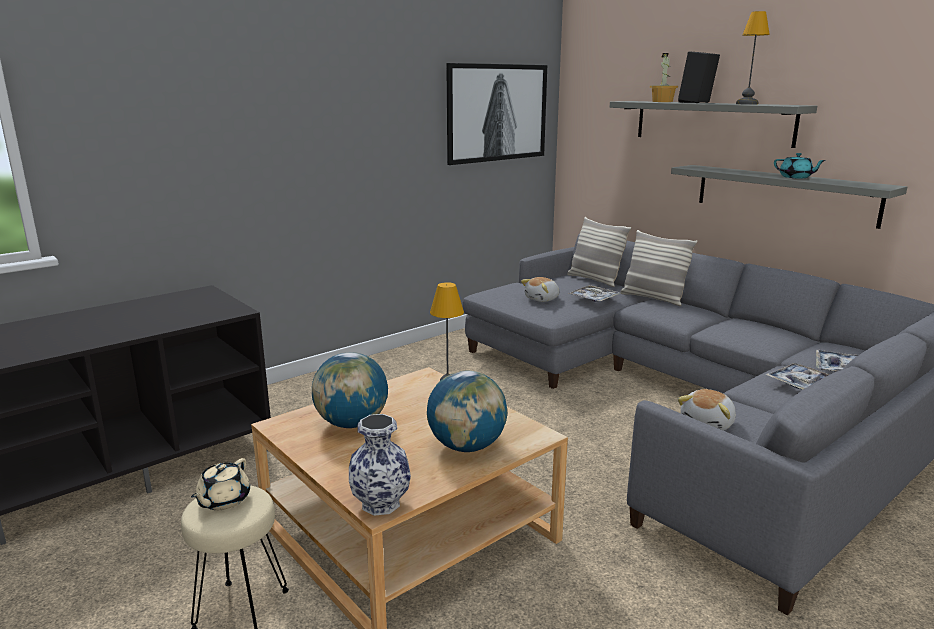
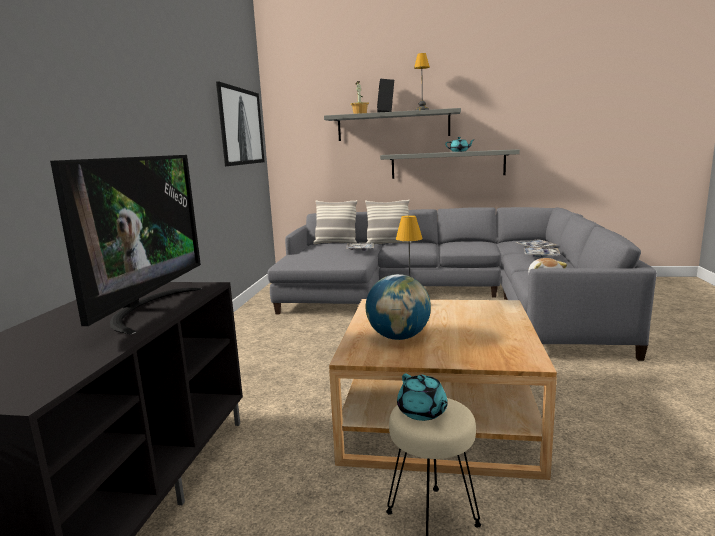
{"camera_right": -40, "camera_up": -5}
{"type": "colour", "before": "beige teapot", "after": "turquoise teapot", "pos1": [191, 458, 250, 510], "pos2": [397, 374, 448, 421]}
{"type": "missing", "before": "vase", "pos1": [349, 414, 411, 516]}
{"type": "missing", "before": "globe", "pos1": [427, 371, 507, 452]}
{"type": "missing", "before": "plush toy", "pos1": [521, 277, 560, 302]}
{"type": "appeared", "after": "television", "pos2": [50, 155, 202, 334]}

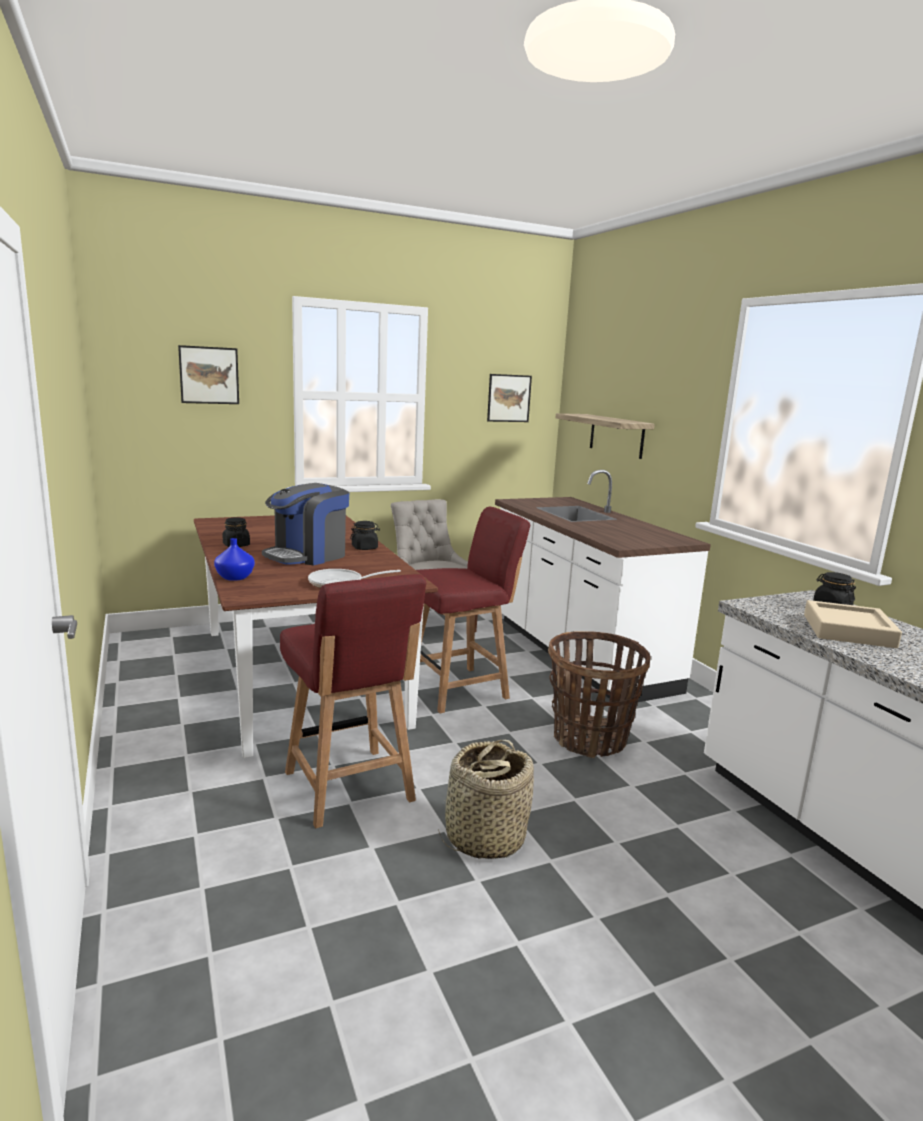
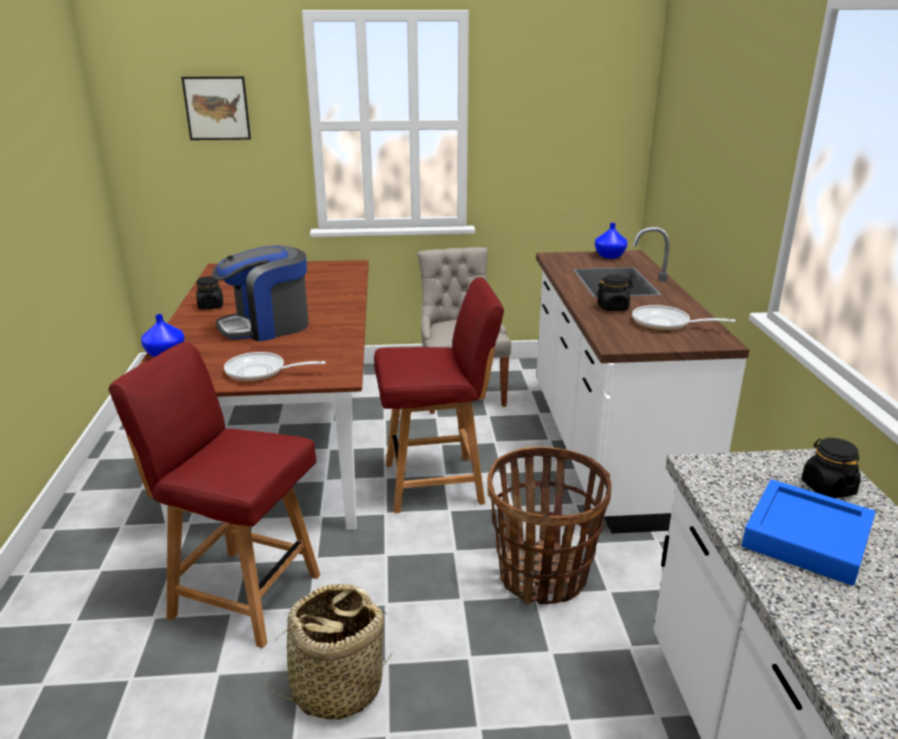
{"camera_right": 20, "camera_up": 10}
{"type": "spun", "before": "red chair", "pos1": [280, 574, 426, 828], "pos2": [108, 342, 320, 648], "turn": 120}
{"type": "relocated", "before": "black jar", "pos1": [350, 521, 380, 550], "pos2": [596, 274, 633, 311]}
{"type": "missing", "before": "picture", "pos1": [487, 374, 532, 422]}
{"type": "missing", "before": "shelf", "pos1": [555, 413, 655, 459]}
{"type": "colour", "before": "beige tray", "after": "blue tray", "pos1": [804, 600, 902, 648], "pos2": [742, 480, 875, 586]}
{"type": "appeared", "after": "blue vase", "pos2": [595, 223, 627, 259]}
{"type": "appeared", "after": "frying pan", "pos2": [632, 305, 735, 331]}

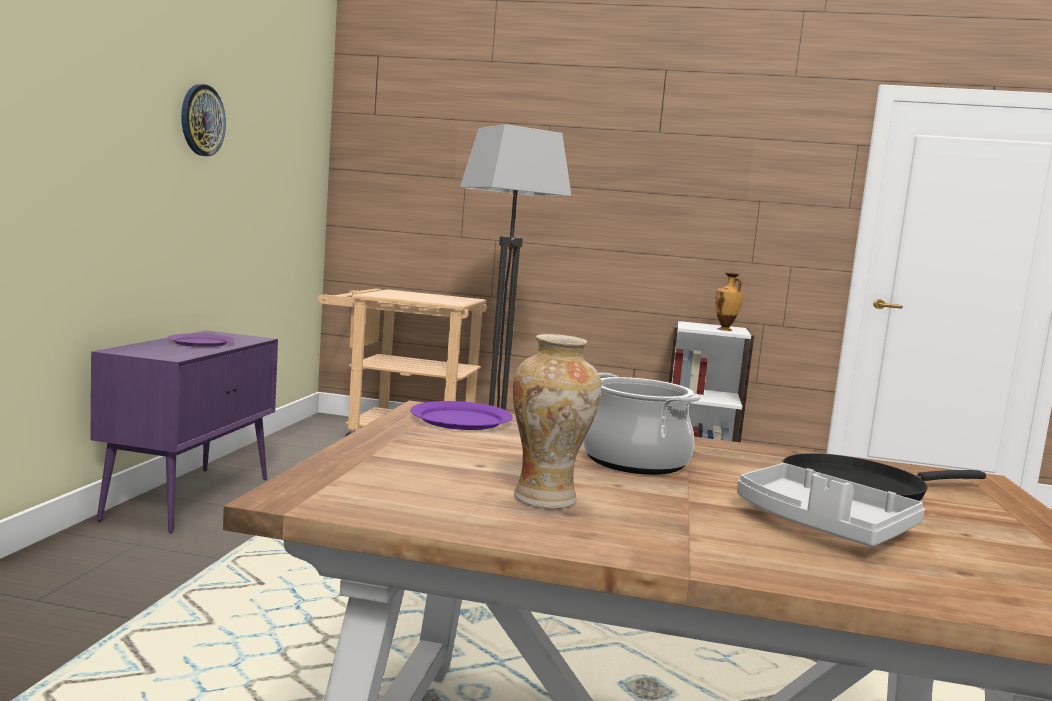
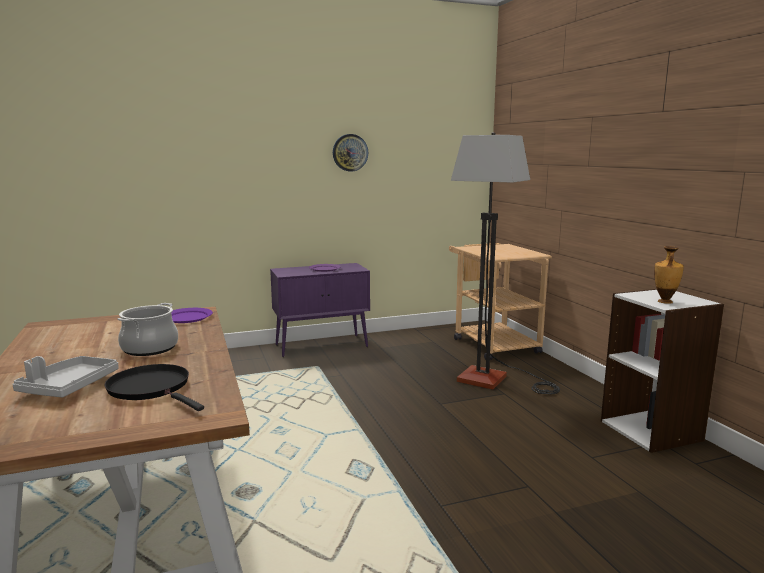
{"camera_right": 60, "camera_up": 5}
{"type": "missing", "before": "vase", "pos1": [513, 334, 602, 509]}

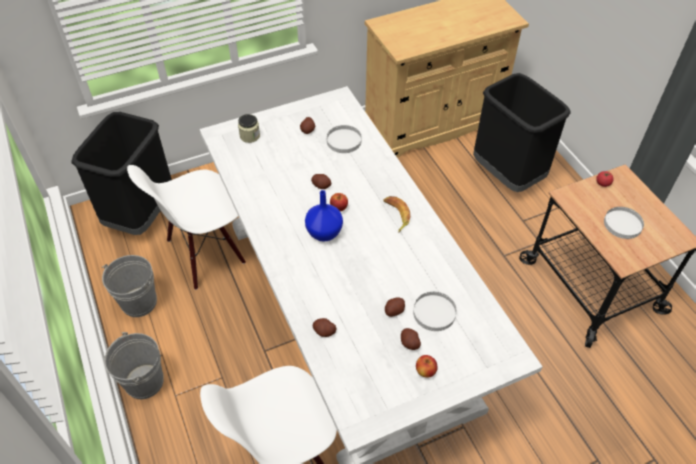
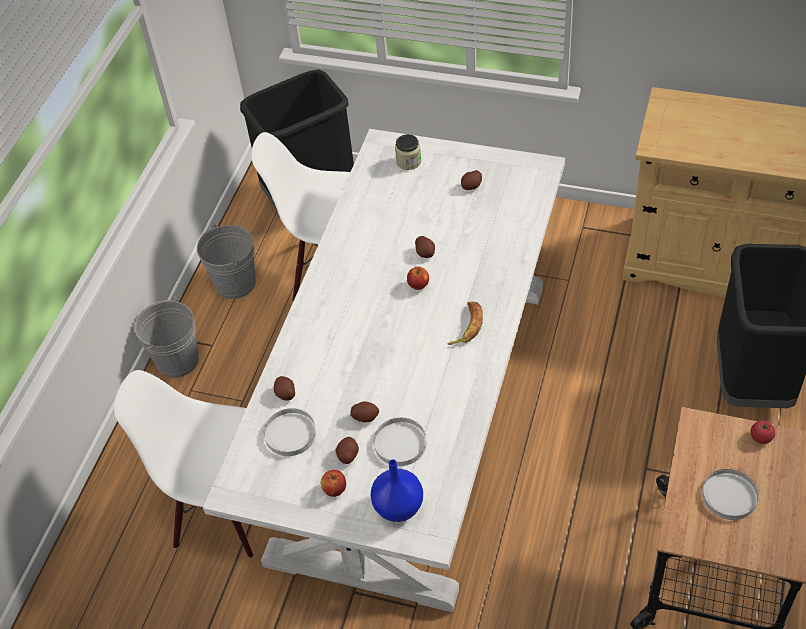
{"camera_right": 45, "camera_up": 0}
{"type": "relocated", "before": "blue vase", "pos1": [305, 190, 343, 241], "pos2": [370, 459, 423, 522]}
{"type": "relocated", "before": "white plate", "pos1": [327, 125, 362, 153], "pos2": [264, 408, 316, 456]}

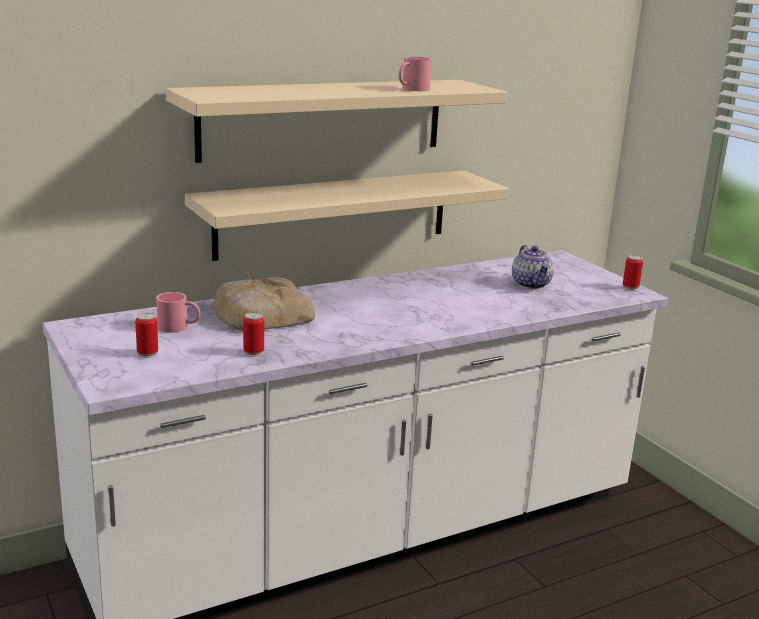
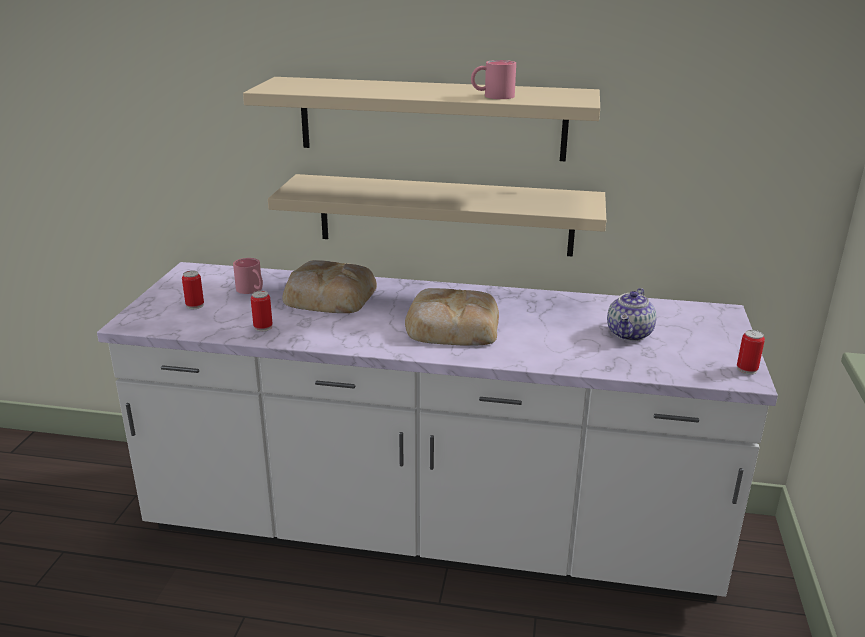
{"camera_right": 40, "camera_up": 5}
{"type": "appeared", "after": "bread", "pos2": [405, 288, 499, 346]}

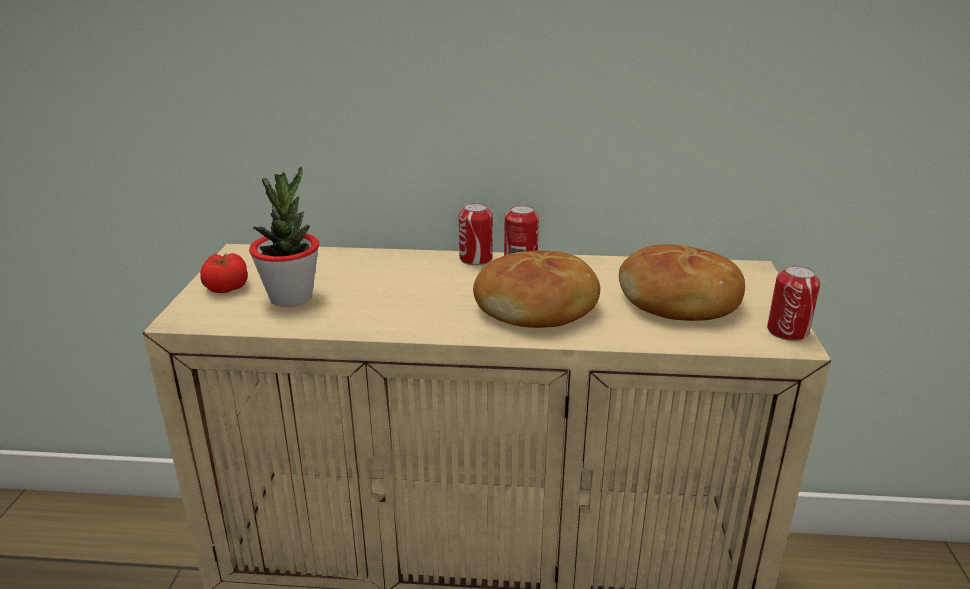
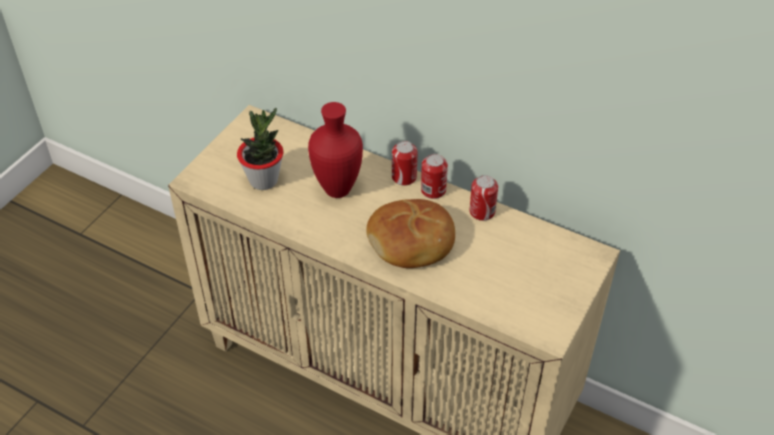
{"camera_right": 25, "camera_up": 20}
{"type": "missing", "before": "tomato", "pos1": [200, 253, 248, 293]}
{"type": "missing", "before": "bread", "pos1": [619, 244, 745, 321]}
{"type": "relocated", "before": "can", "pos1": [767, 265, 820, 341], "pos2": [470, 175, 498, 221]}
{"type": "appeared", "after": "red vase", "pos2": [308, 102, 363, 198]}

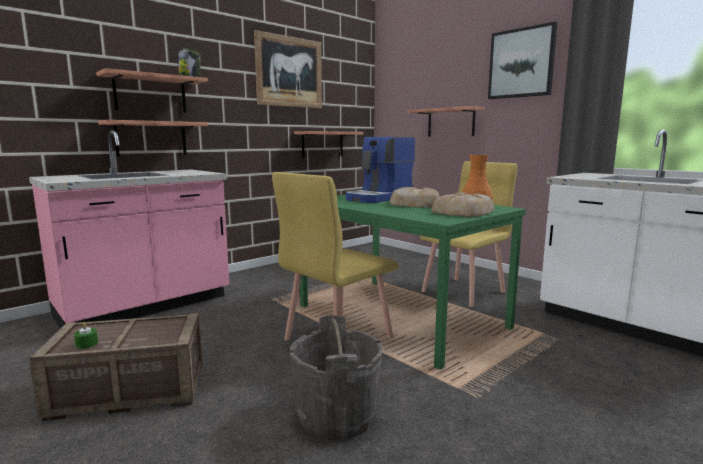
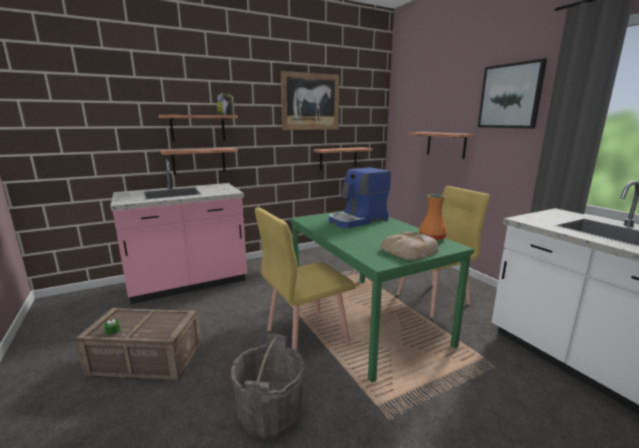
{"camera_right": 15, "camera_up": 5}
{"type": "missing", "before": "bread", "pos1": [390, 187, 440, 208]}

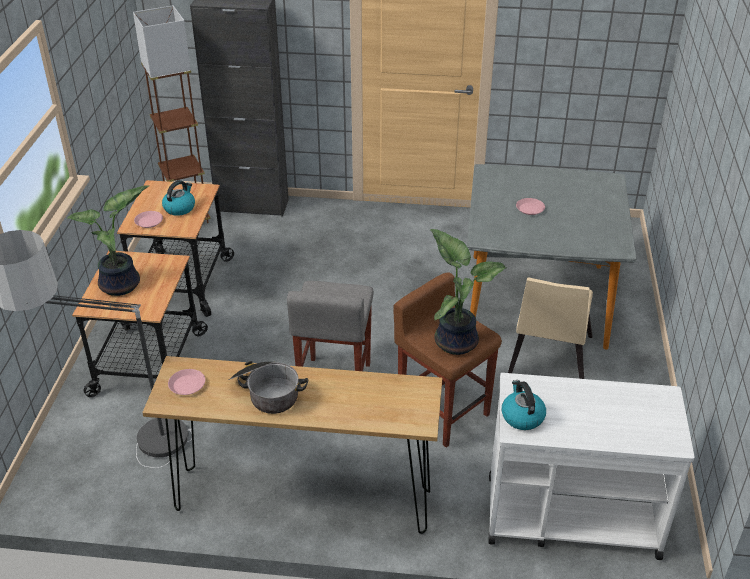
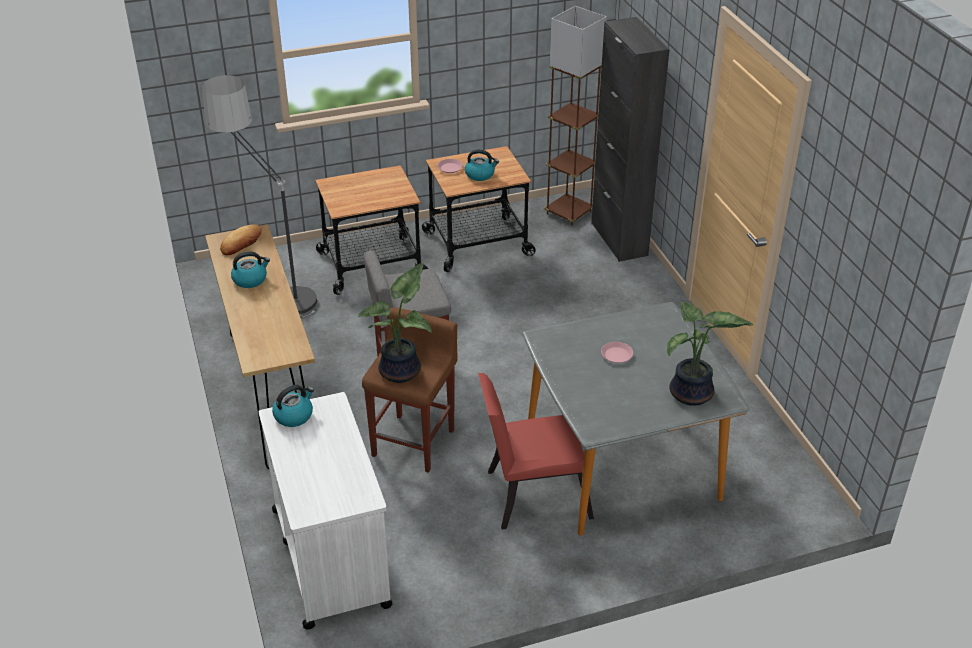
{"camera_right": 65, "camera_up": 0}
{"type": "relocated", "before": "potted plant", "pos1": [67, 185, 149, 296], "pos2": [667, 302, 753, 406]}
{"type": "exchanged", "before": "pink plate", "after": "bread", "pos1": [168, 369, 205, 395], "pos2": [220, 224, 262, 255]}
{"type": "exchanged", "before": "cooking pot", "after": "kettle", "pos1": [228, 361, 308, 414], "pos2": [231, 251, 270, 288]}
{"type": "colour", "before": "beige chair", "after": "red chair", "pos1": [508, 277, 593, 379], "pos2": [478, 373, 594, 530]}

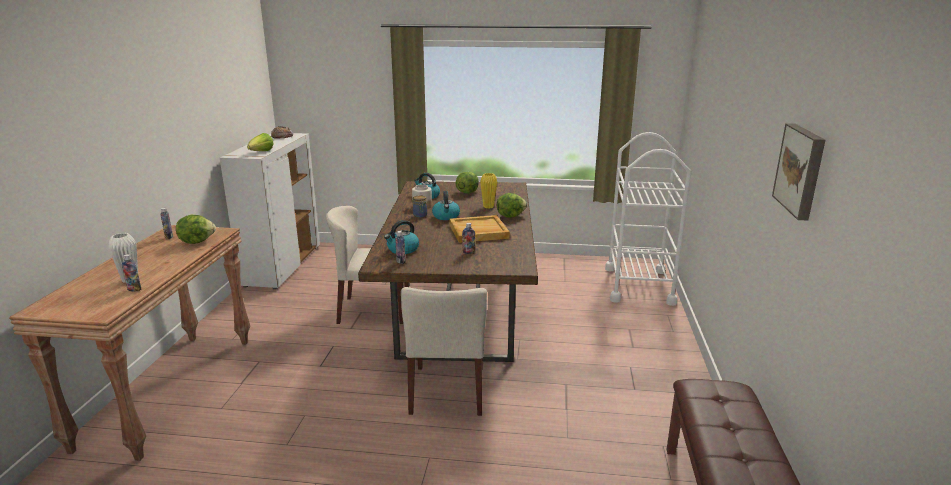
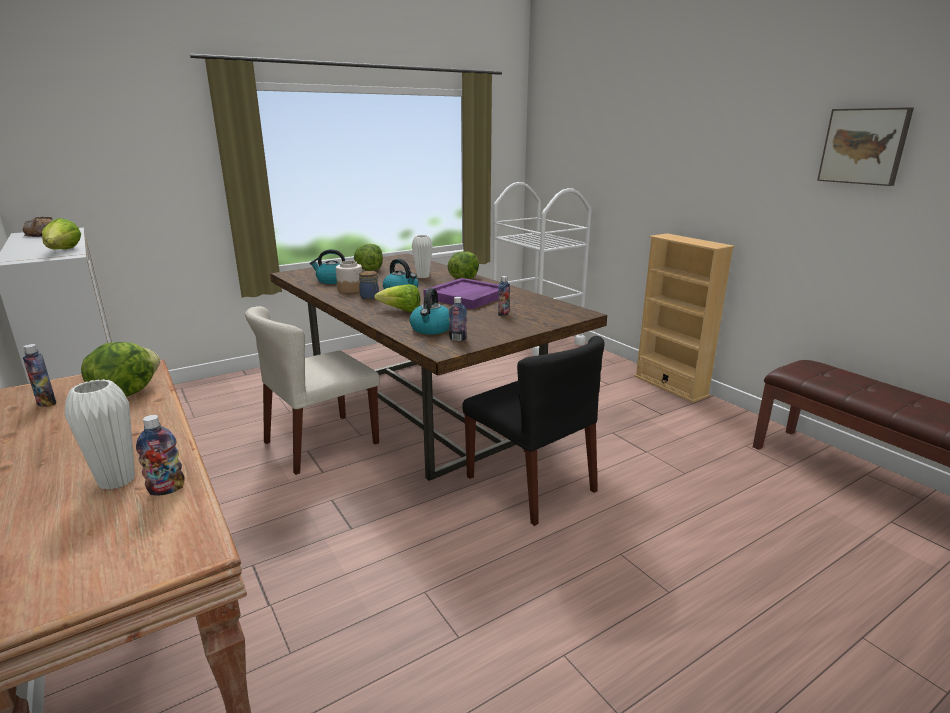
{"camera_right": -40, "camera_up": 0}
{"type": "colour", "before": "beige chair", "after": "black chair", "pos1": [401, 287, 487, 416], "pos2": [462, 336, 605, 526]}
{"type": "colour", "before": "beige tray", "after": "purple tray", "pos1": [449, 215, 510, 243], "pos2": [423, 278, 510, 309]}
{"type": "colour", "before": "yellow vase", "after": "white vase", "pos1": [480, 173, 497, 209], "pos2": [412, 235, 433, 278]}
{"type": "appeared", "after": "lettuce", "pos2": [374, 284, 420, 312]}
{"type": "appeared", "after": "beige bookcase", "pos2": [634, 233, 735, 403]}

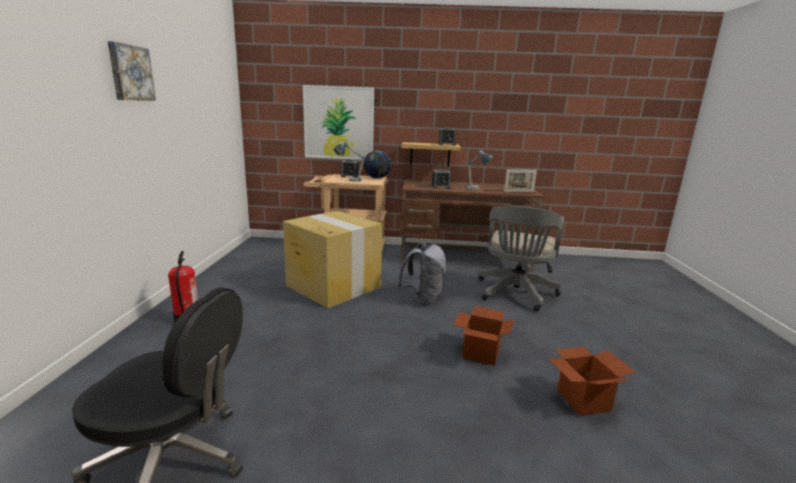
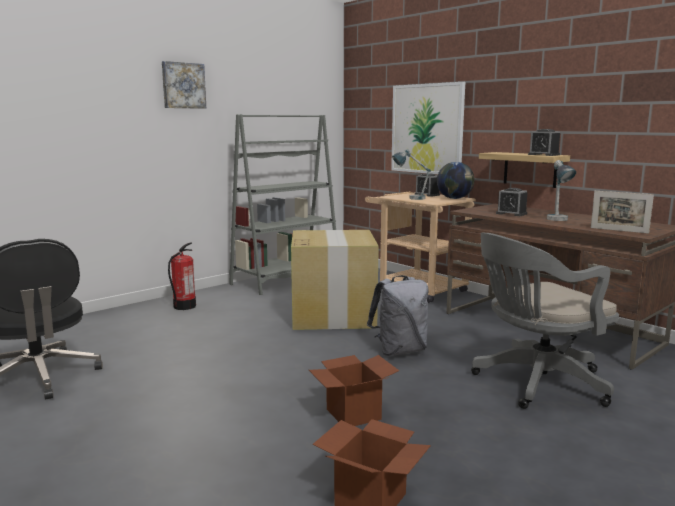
{"camera_right": 45, "camera_up": -5}
{"type": "appeared", "after": "grey bookcase", "pos2": [229, 114, 336, 295]}

